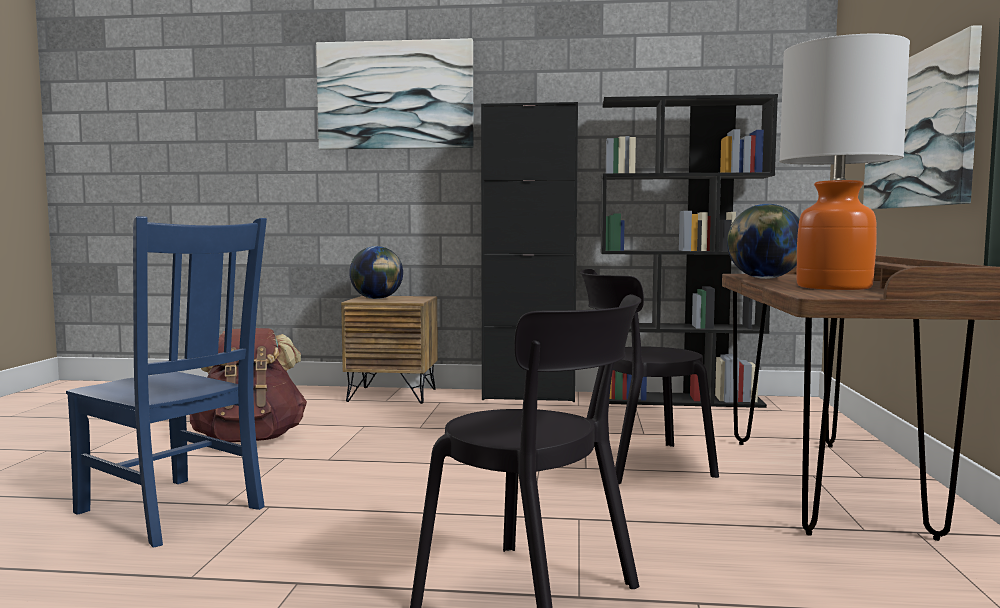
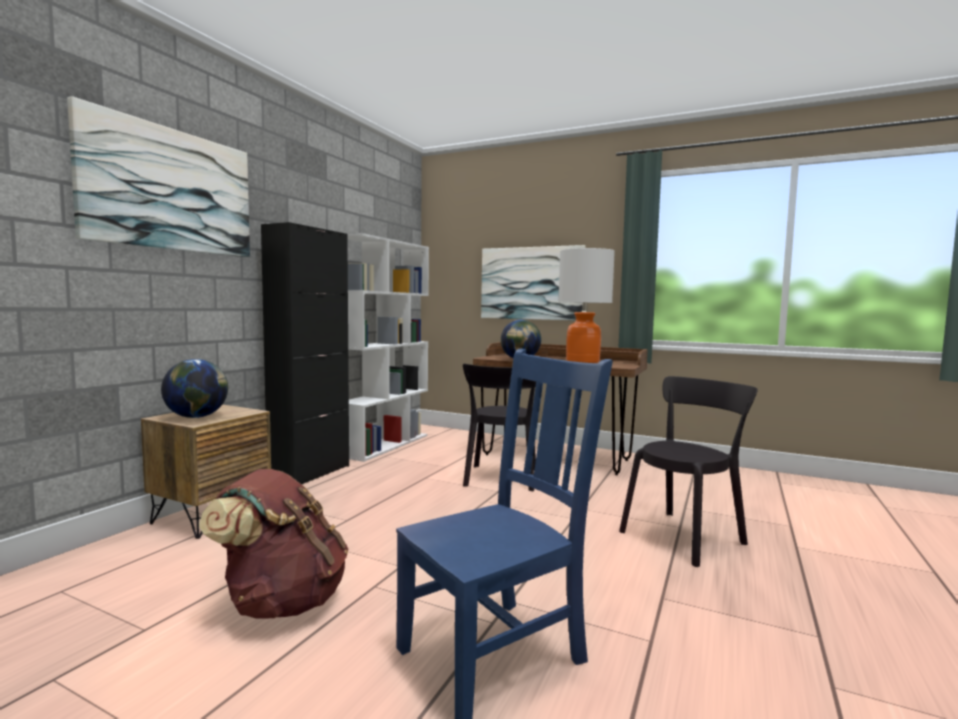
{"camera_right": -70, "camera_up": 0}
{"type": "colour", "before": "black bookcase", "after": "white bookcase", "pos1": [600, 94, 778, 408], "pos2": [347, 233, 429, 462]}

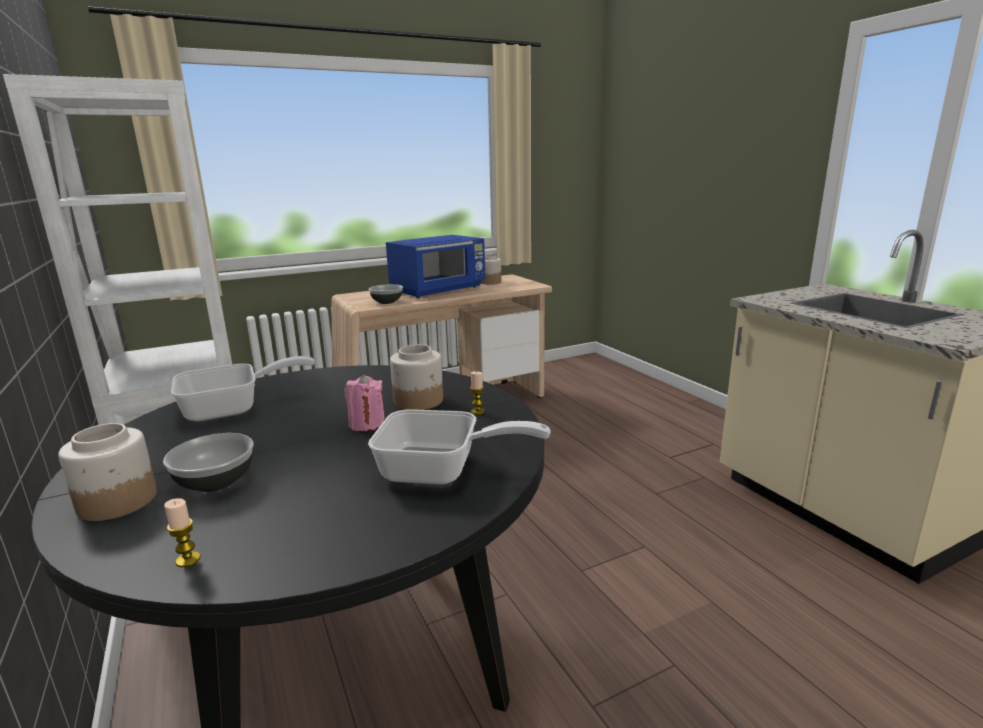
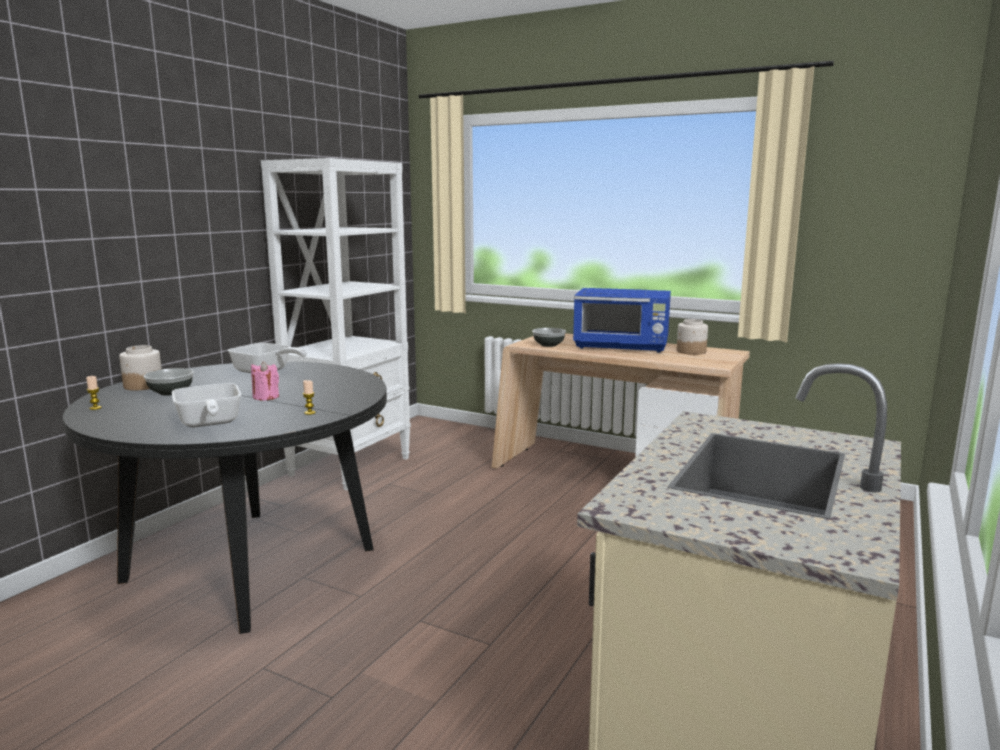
{"camera_right": 55, "camera_up": -5}
{"type": "missing", "before": "jar", "pos1": [390, 345, 443, 410]}

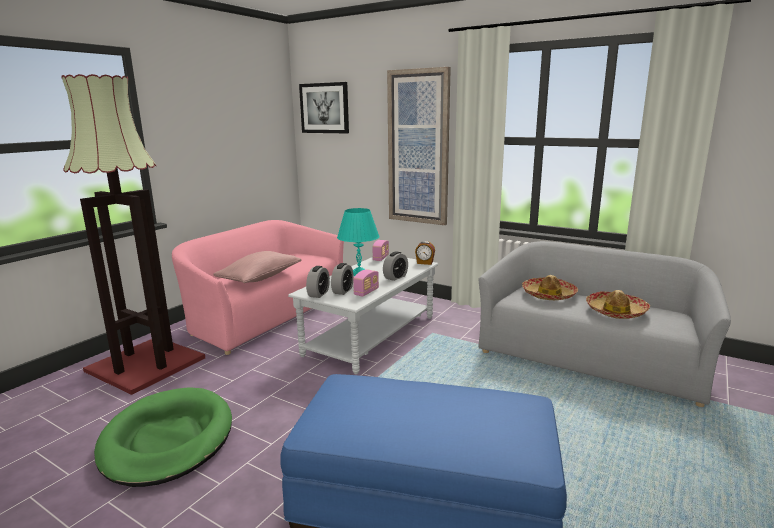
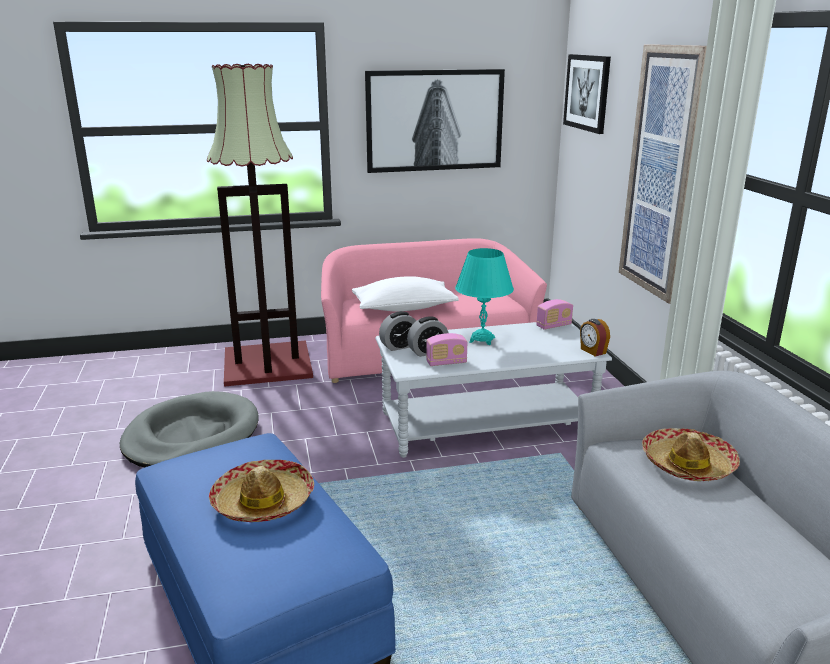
{"camera_right": 45, "camera_up": 5}
{"type": "colour", "before": "green dog bed", "after": "grey dog bed", "pos1": [94, 387, 232, 487], "pos2": [120, 391, 258, 467]}
{"type": "colour", "before": "pink pillow", "after": "white pillow", "pos1": [213, 251, 302, 283], "pos2": [352, 276, 459, 312]}
{"type": "missing", "before": "alarm clock", "pos1": [383, 251, 408, 281]}
{"type": "relocated", "before": "hat", "pos1": [586, 290, 650, 319], "pos2": [209, 460, 314, 522]}
{"type": "appeared", "after": "picture", "pos2": [365, 69, 505, 173]}

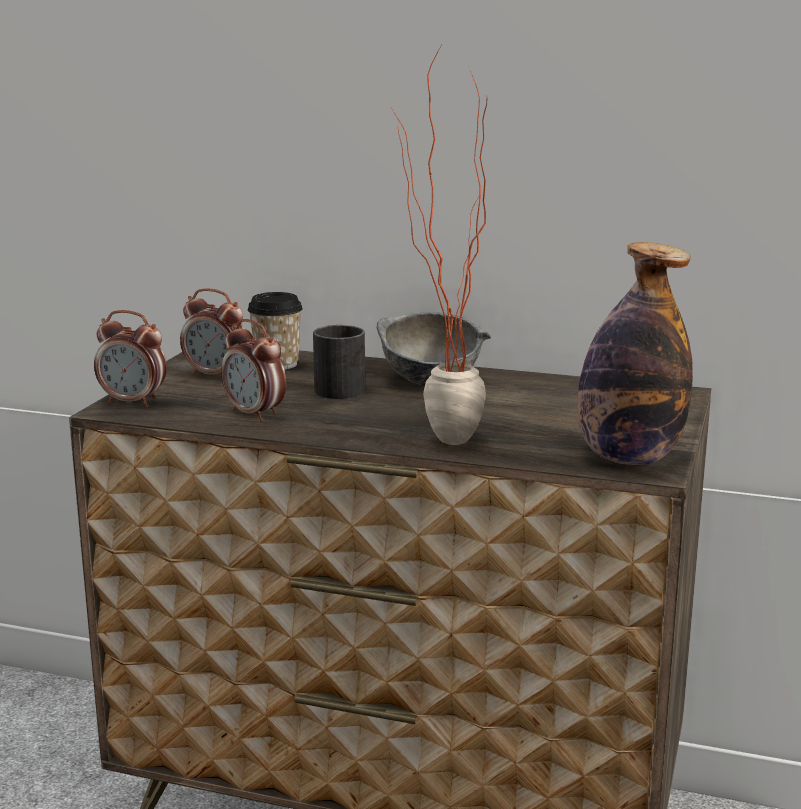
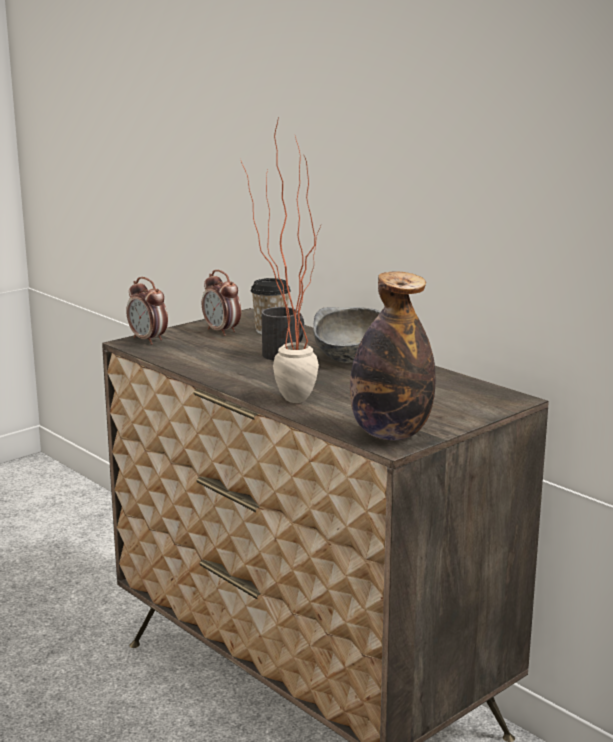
{"camera_right": 30, "camera_up": 0}
{"type": "missing", "before": "alarm clock", "pos1": [221, 319, 286, 422]}

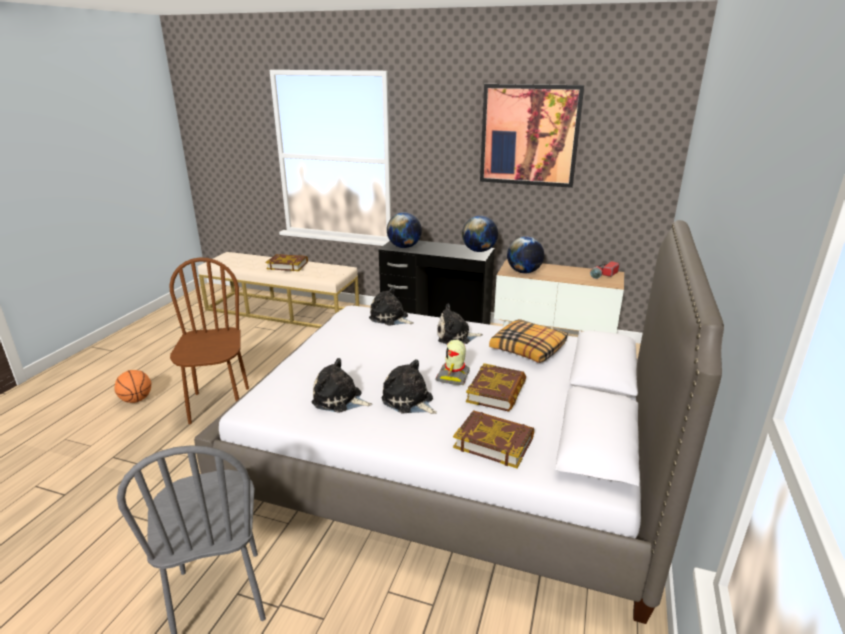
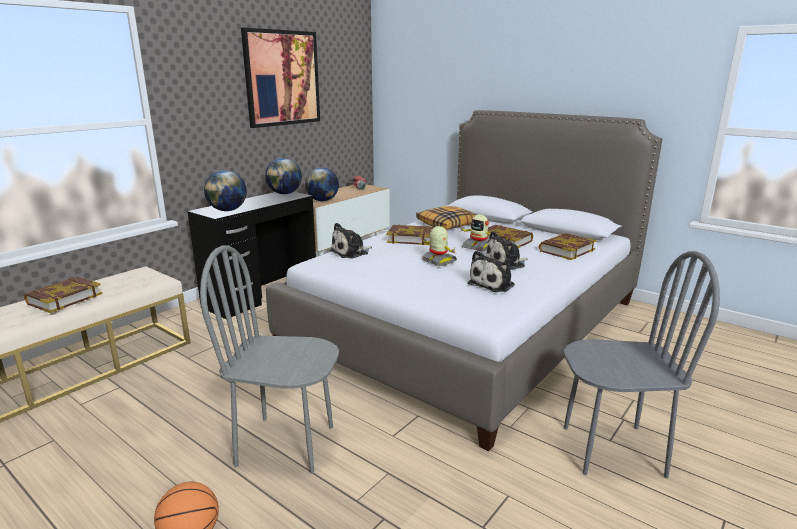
{"camera_right": -70, "camera_up": -5}
{"type": "colour", "before": "brown chair", "after": "grey chair", "pos1": [169, 258, 249, 424], "pos2": [200, 245, 339, 474]}
{"type": "exchanged", "before": "plush toy", "after": "book", "pos1": [437, 303, 483, 345], "pos2": [386, 224, 434, 245]}
{"type": "appeared", "after": "toy robot", "pos2": [422, 226, 457, 266]}

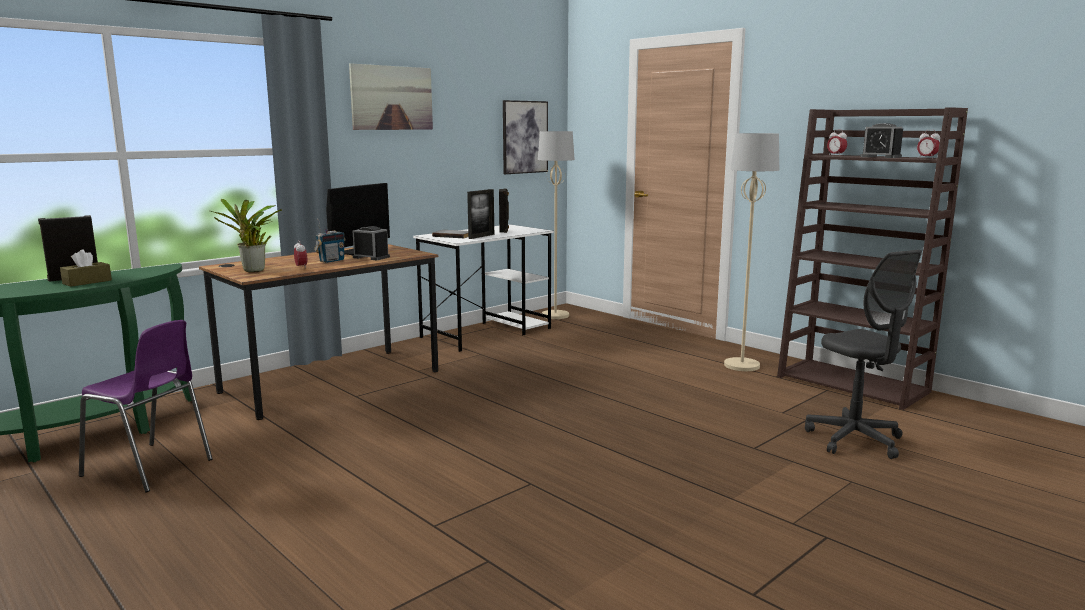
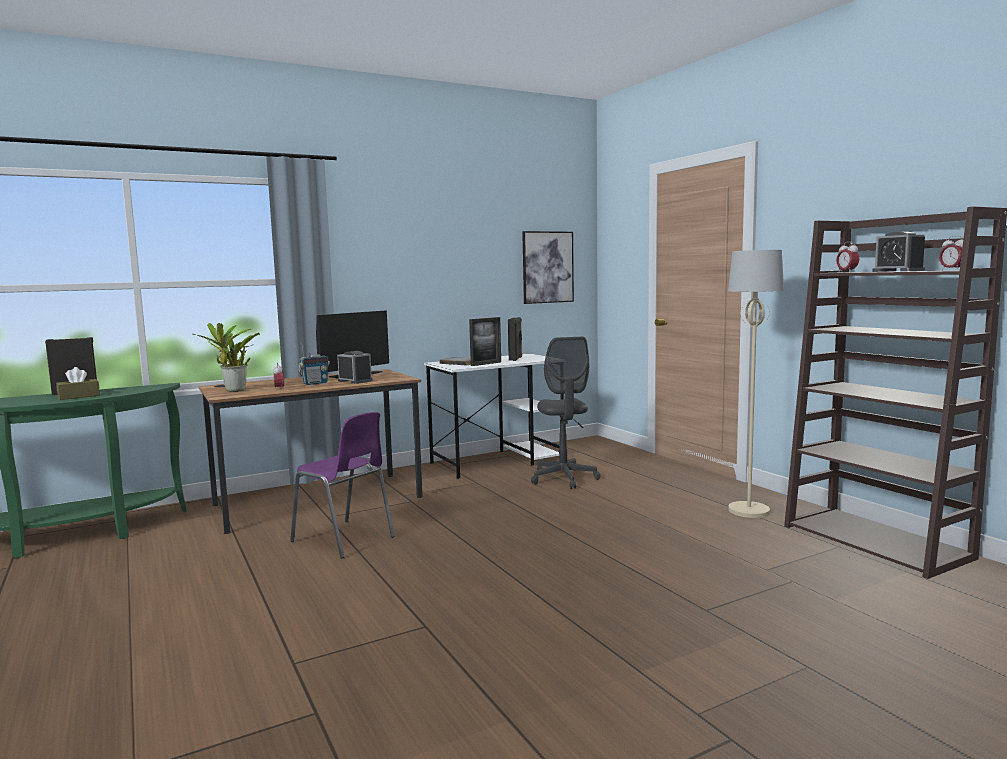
{"camera_right": 15, "camera_up": -5}
{"type": "relocated", "before": "purple chair", "pos1": [79, 320, 213, 492], "pos2": [290, 412, 395, 559]}
{"type": "missing", "before": "picture", "pos1": [349, 63, 433, 130]}
{"type": "missing", "before": "beige floor lamp", "pos1": [538, 131, 575, 319]}
{"type": "relocated", "before": "grey office chair", "pos1": [805, 250, 922, 459], "pos2": [531, 337, 600, 489]}

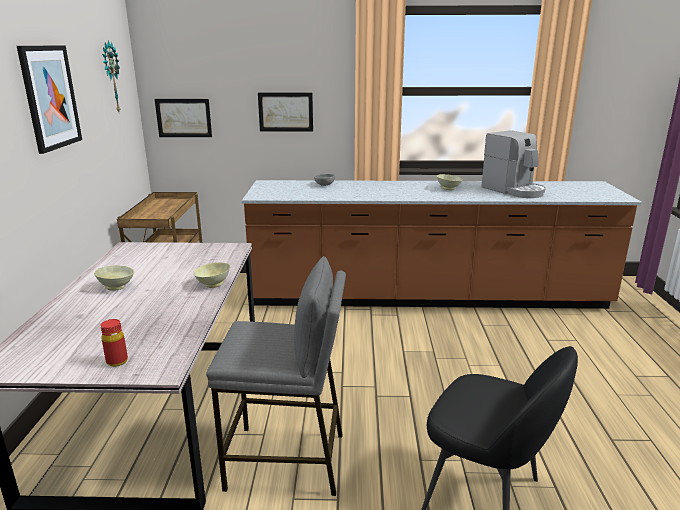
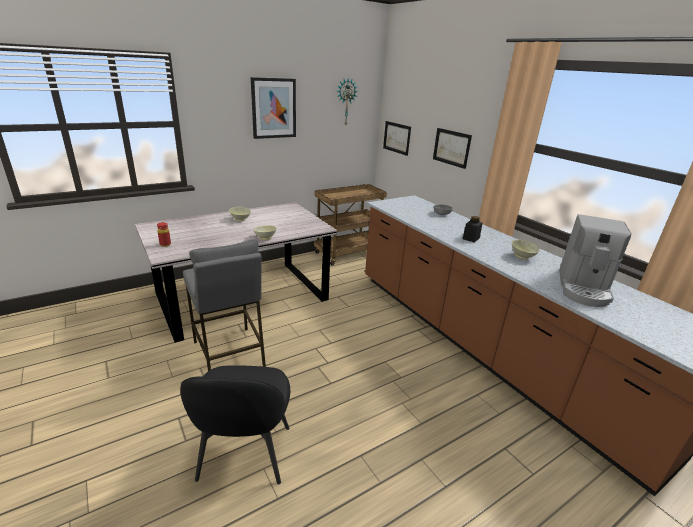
{"camera_right": 55, "camera_up": 5}
{"type": "appeared", "after": "black jar", "pos2": [462, 216, 482, 243]}

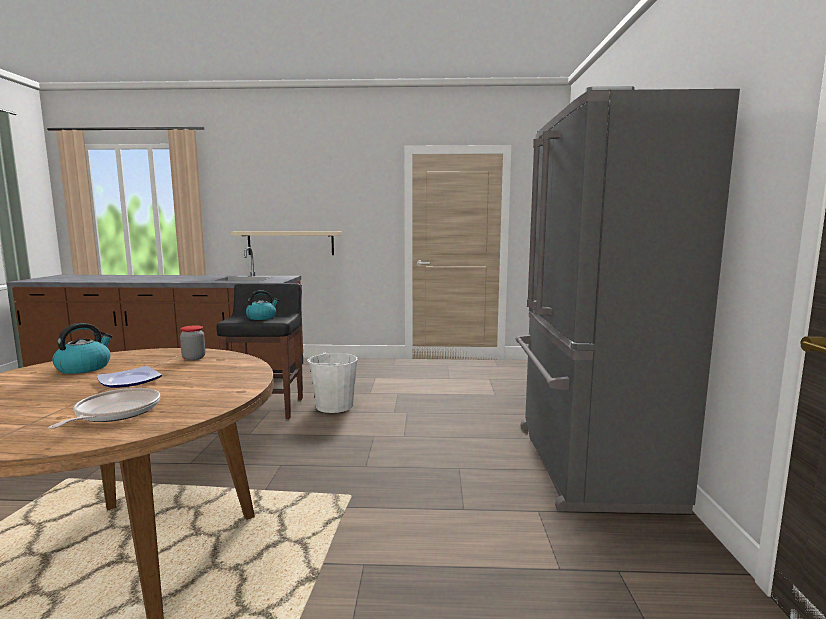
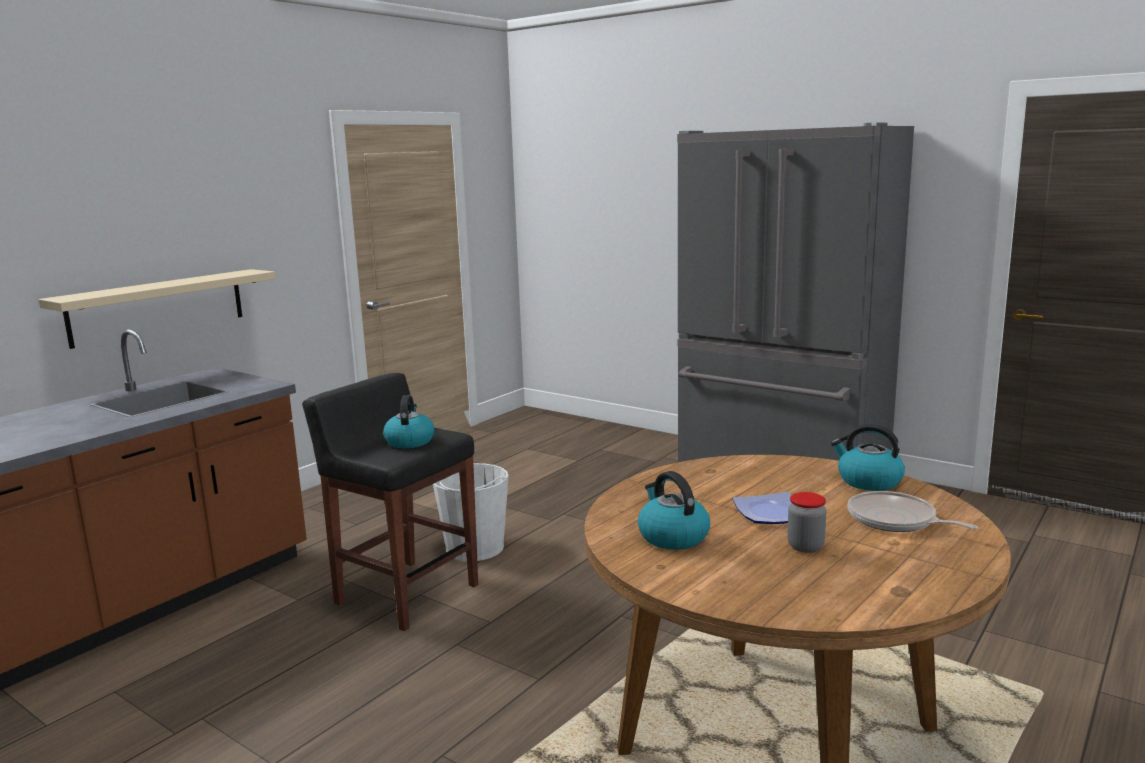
{"camera_right": -55, "camera_up": 5}
{"type": "relocated", "before": "jar", "pos1": [180, 325, 205, 361], "pos2": [787, 492, 827, 553]}
{"type": "appeared", "after": "kettle", "pos2": [831, 424, 905, 491]}

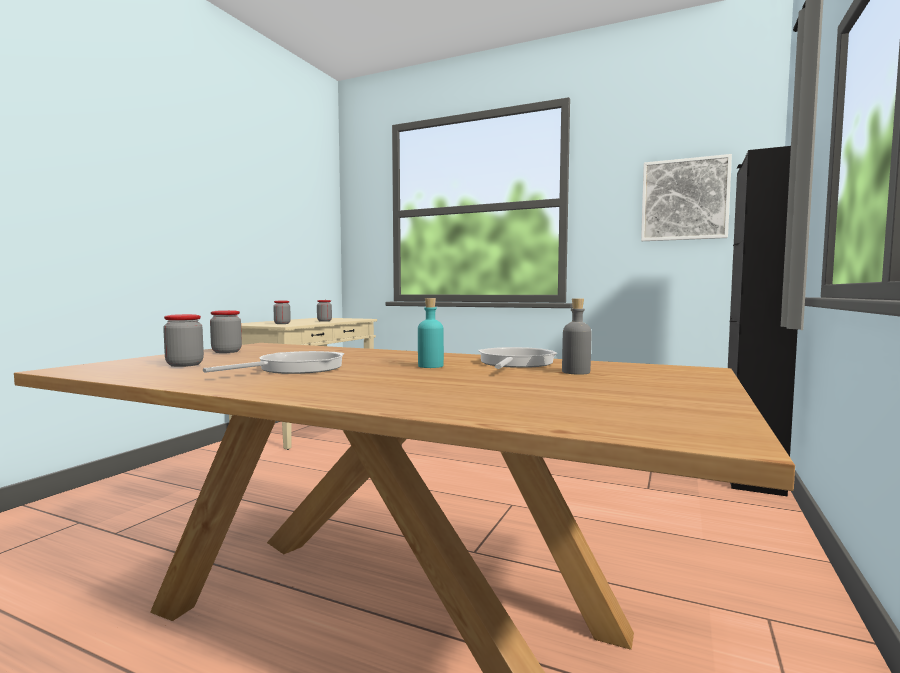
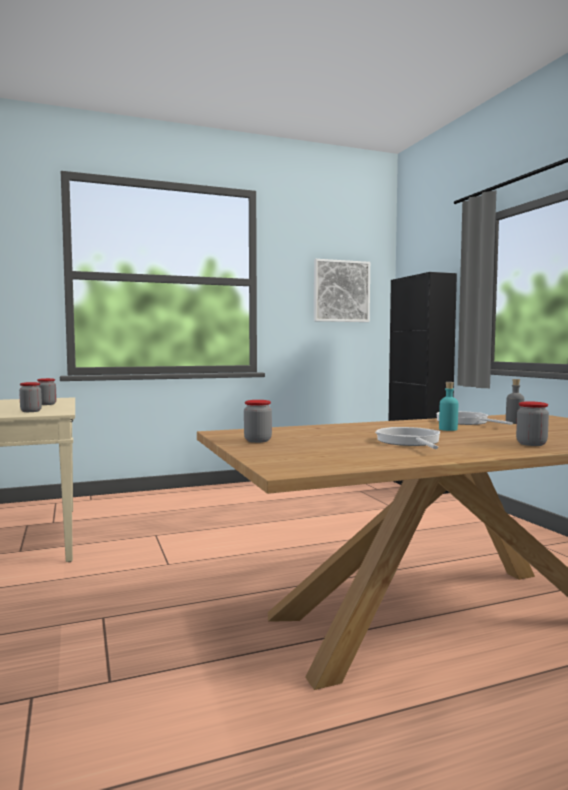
{"camera_right": -45, "camera_up": 0}
{"type": "relocated", "before": "jar", "pos1": [163, 314, 204, 367], "pos2": [516, 401, 549, 446]}

